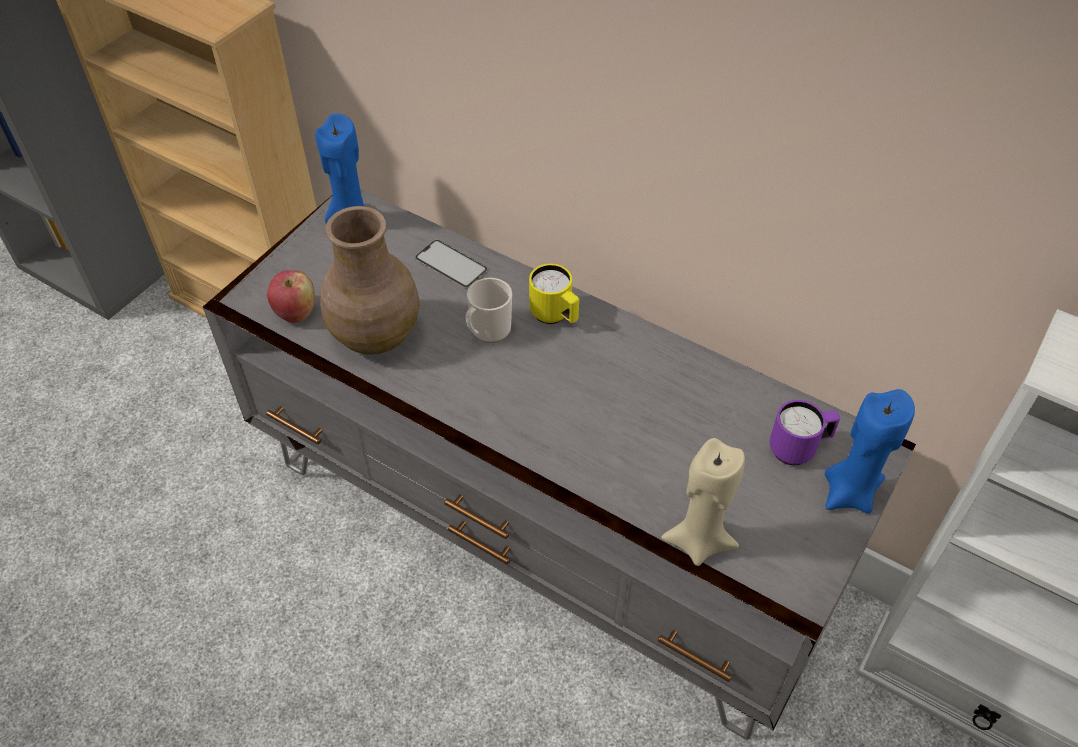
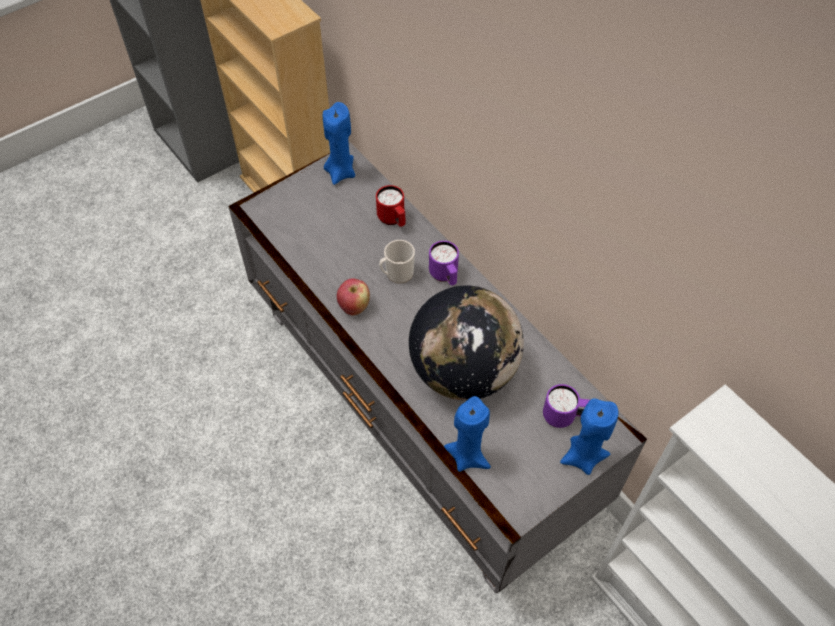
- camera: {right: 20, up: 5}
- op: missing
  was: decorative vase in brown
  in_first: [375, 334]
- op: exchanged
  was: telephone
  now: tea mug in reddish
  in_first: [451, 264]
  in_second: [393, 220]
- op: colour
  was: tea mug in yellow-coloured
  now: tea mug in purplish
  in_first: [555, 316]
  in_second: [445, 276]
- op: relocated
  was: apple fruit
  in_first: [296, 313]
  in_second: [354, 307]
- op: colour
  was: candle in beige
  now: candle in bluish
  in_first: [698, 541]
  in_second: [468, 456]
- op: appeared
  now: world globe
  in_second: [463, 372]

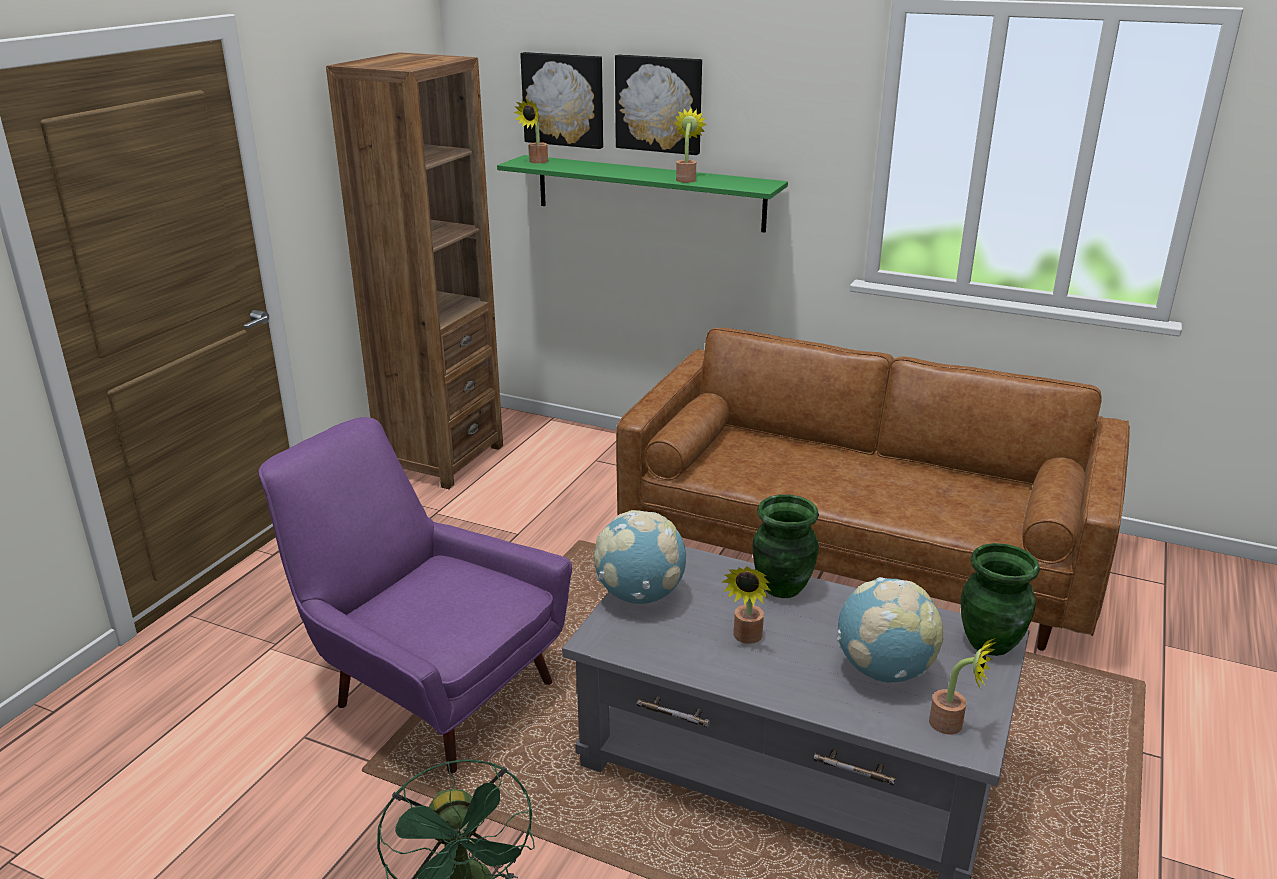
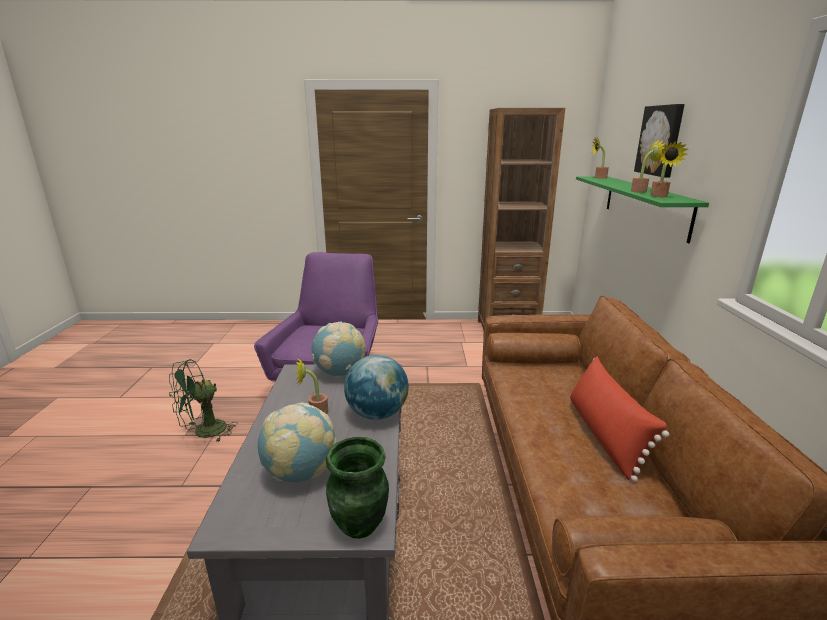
- camera: {right: 65, up: -5}
- op: missing
  was: picture
  in_first: [564, 99]
- op: exchanged
  was: decorative vase in greenish
  now: world globe
  in_first: [781, 587]
  in_second: [377, 413]
- op: relocated
  was: potted plant
  in_first: [953, 725]
  in_second: [660, 196]
- op: appeared
  now: pillow in reddish
  in_second: [604, 435]

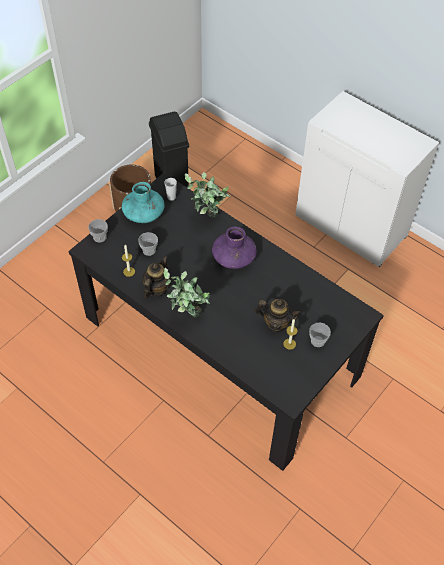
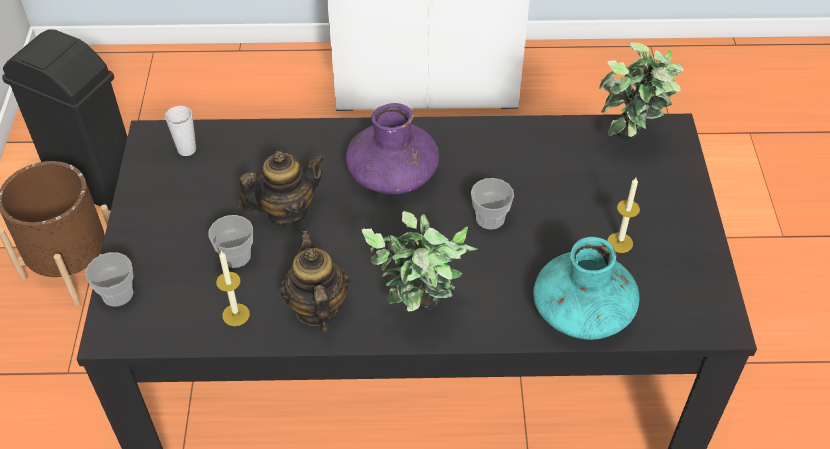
- camera: {right: -40, up: -5}
- op: relocated
  was: potted plant
  in_first: [207, 219]
  in_second: [627, 145]
- op: relocated
  was: decorative vase in blue-green
  in_first: [143, 213]
  in_second: [582, 311]
- op: relocated
  was: pot for tea
  in_first: [276, 323]
  in_second: [286, 211]
- op: relocated
  was: cup
  in_first: [317, 341]
  in_second: [490, 218]

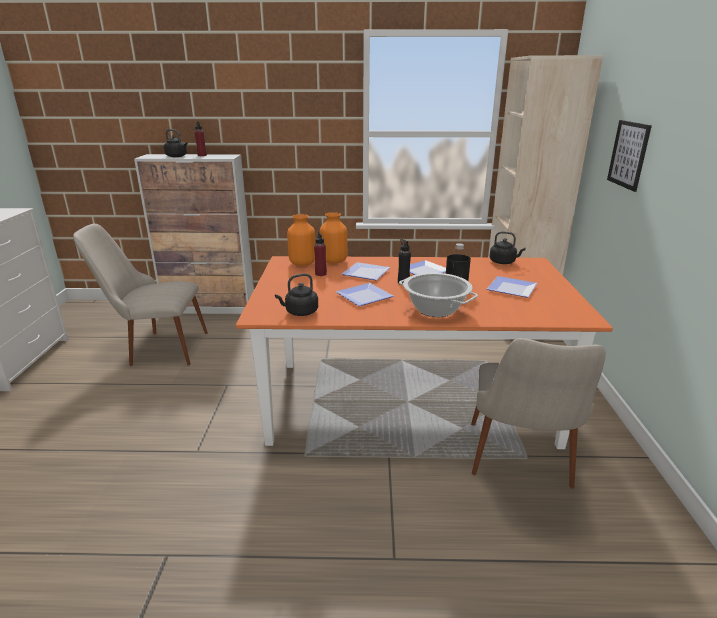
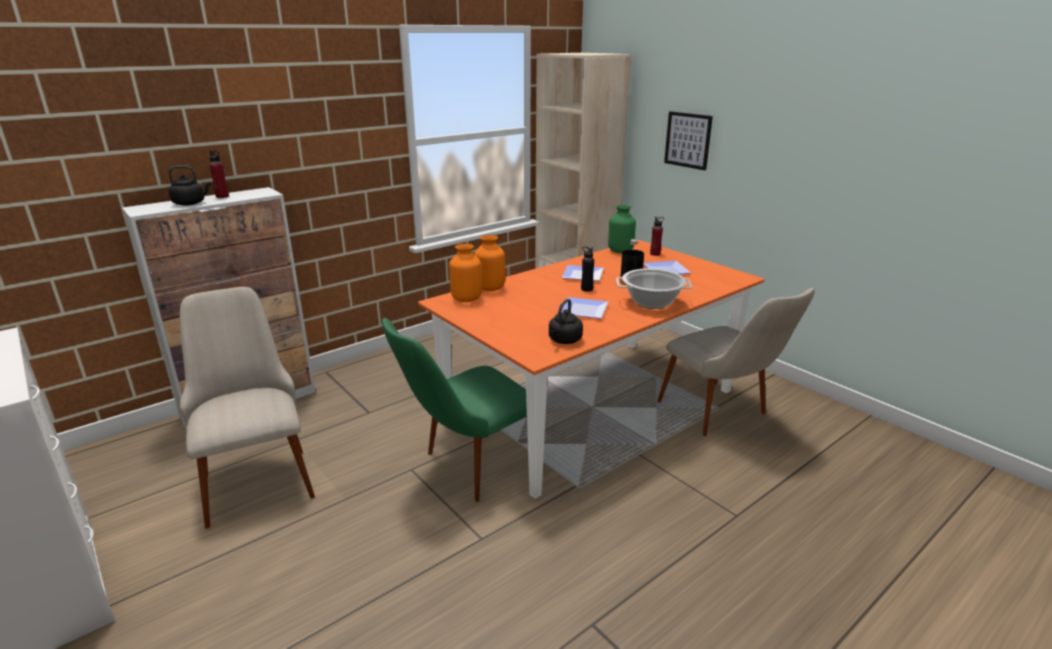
- camera: {right: -40, up: 0}
- op: spun
  was: upright chair in beige
  in_first: [156, 348]
  in_second: [256, 474]
  clockwise: 105
- op: exchanged
  was: tea kettle in blackish
  now: decorative vase in greenish
  in_first: [503, 262]
  in_second: [620, 251]
- op: relocated
  was: drink bottle in reddish
  in_first: [320, 274]
  in_second: [655, 254]
- op: missing
  was: flat dish
  in_first: [365, 273]
- op: appeared
  now: upright chair in greenish
  in_second: [467, 469]

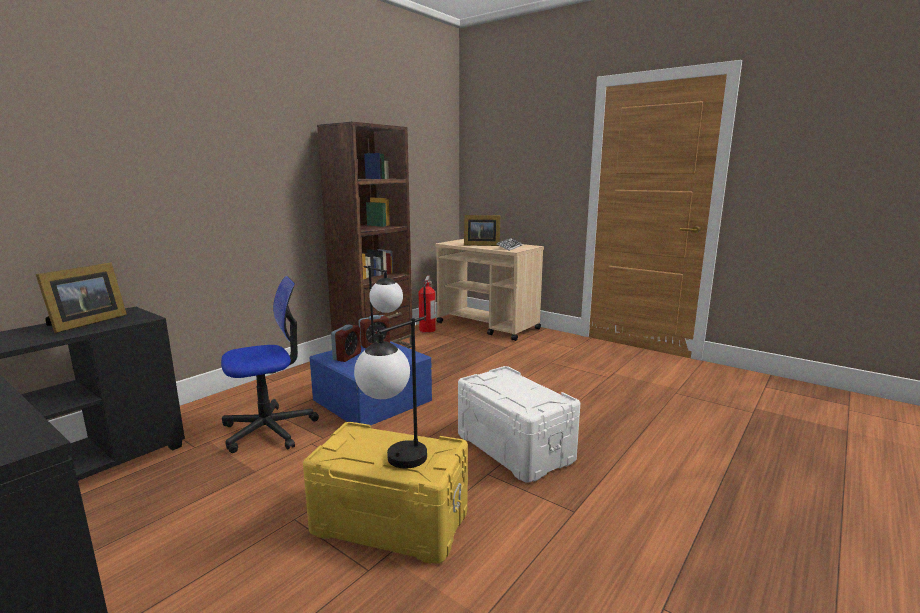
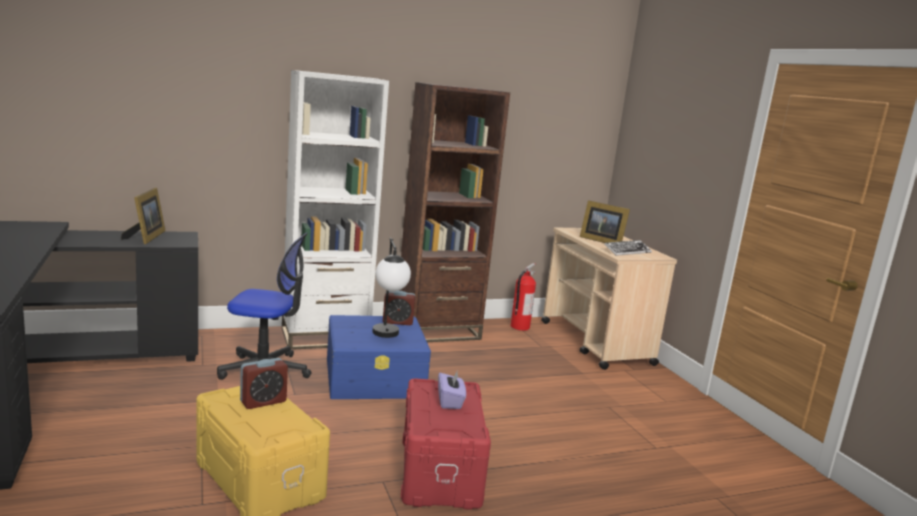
- camera: {right: 30, up: 0}
- op: spun
  was: standing frame
  in_first: [84, 323]
  in_second: [146, 237]
  clockwise: -60
- op: missing
  was: tabletop lamp
  in_first: [395, 464]
- op: relocated
  was: table clock
  in_first: [347, 356]
  in_second: [263, 401]
- op: colour
  was: storage box in white
  now: storage box in reddish
  in_first: [515, 447]
  in_second: [441, 471]
- op: appeared
  now: bookcase in white
  in_second: [325, 337]
- op: appeared
  now: box of tissues in purplish
  in_second: [450, 401]

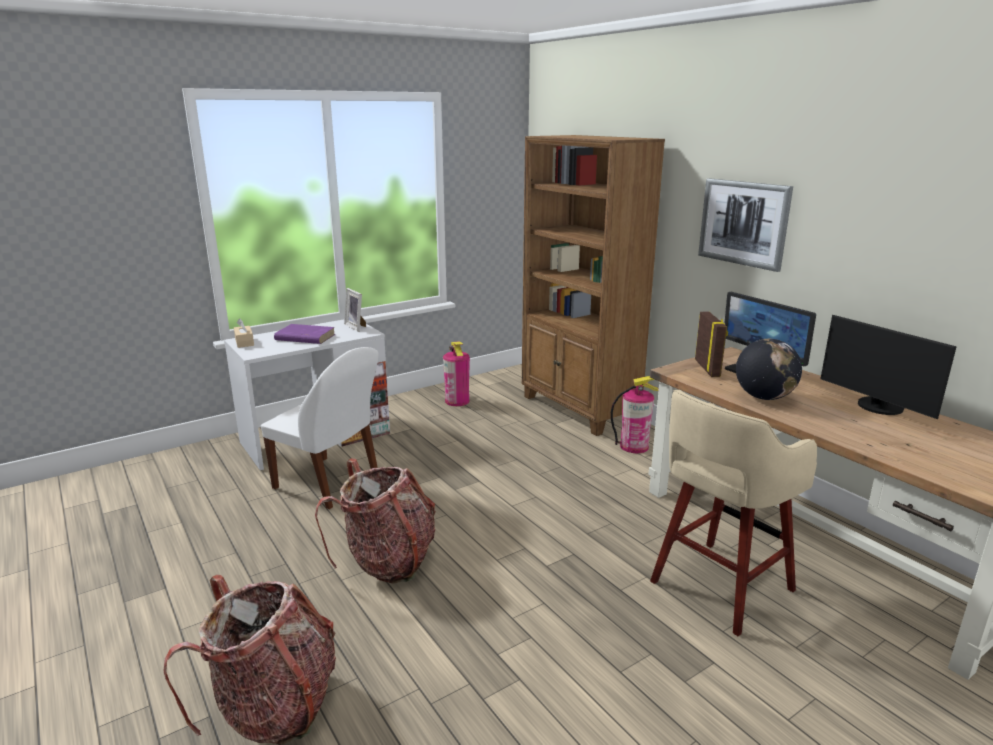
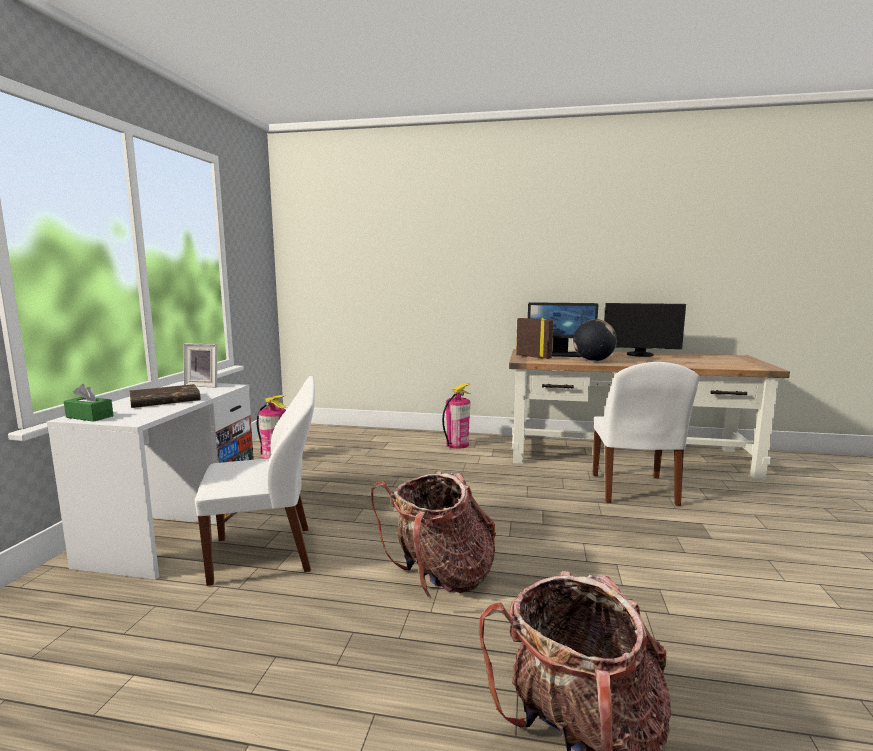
- camera: {right: -45, up: -10}
- op: missing
  was: bookcase in brown
  in_first: [579, 409]
- op: missing
  was: picture
  in_first: [743, 223]
- op: colour
  was: box of tissues in beige
  now: box of tissues in greenish
  in_first: [244, 342]
  in_second: [89, 417]
- op: colour
  was: bound book in purplish
  now: bound book in brown
  in_first: [304, 337]
  in_second: [164, 400]
- op: exchanged
  was: stool seat in beige
  now: upright chair in white
  in_first: [718, 587]
  in_second: [633, 491]

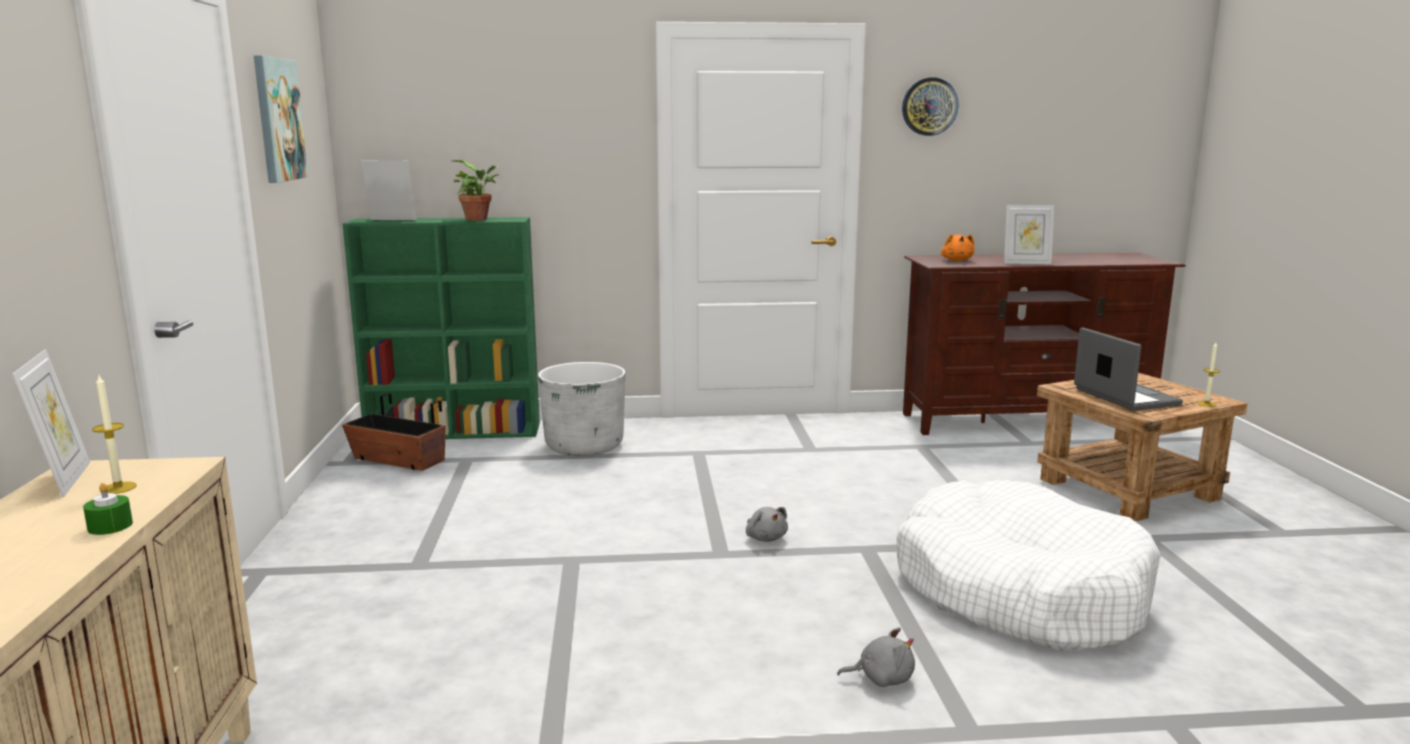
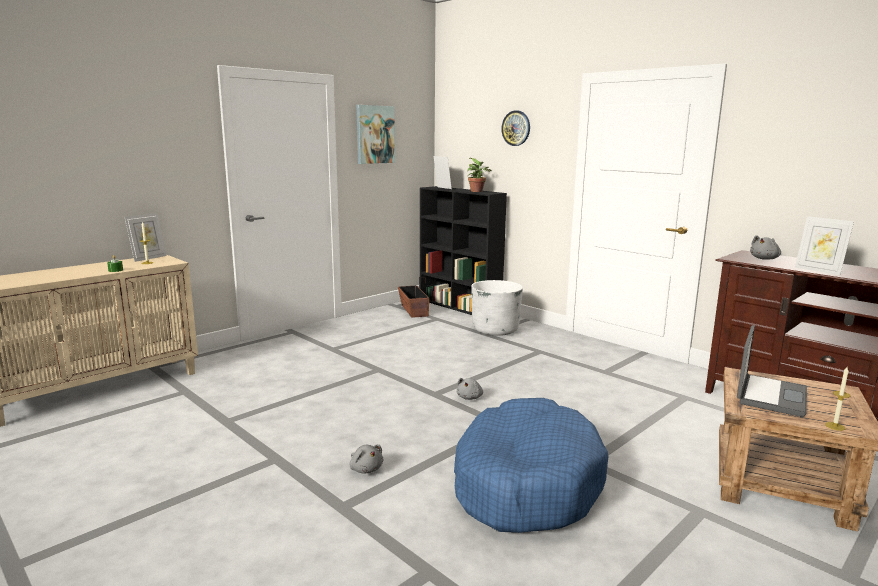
- camera: {right: 50, up: 0}
- op: relocated
  was: clock on the wall
  in_first: [929, 106]
  in_second: [516, 128]
- op: colour
  was: bookcase in greenish
  now: bookcase in blackish
  in_first: [456, 431]
  in_second: [460, 306]
- op: colour
  was: cuddly toy in orangey
  now: cuddly toy in gray
  in_first: [957, 260]
  in_second: [764, 259]
- op: colour
  was: pet bed in white
  now: pet bed in bluish
  in_first: [1019, 591]
  in_second: [525, 482]

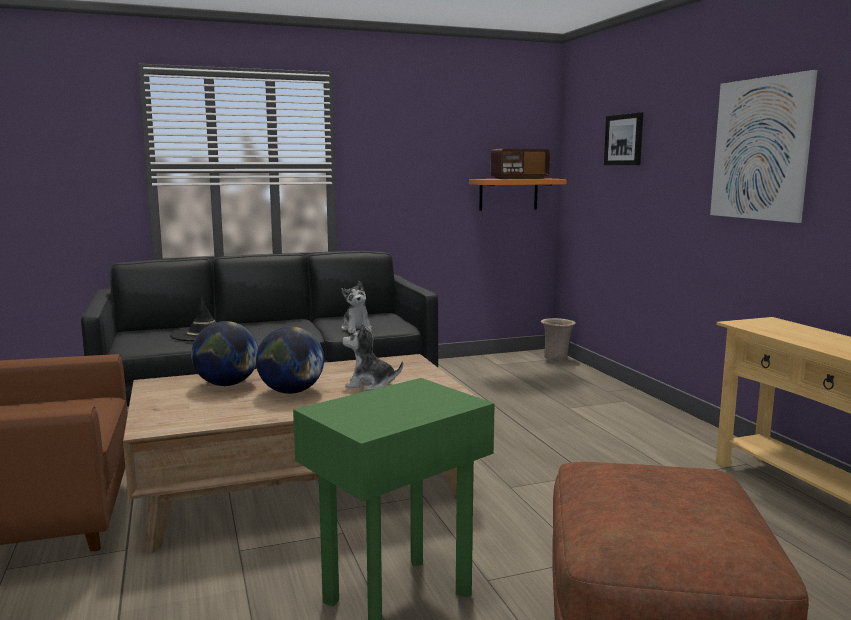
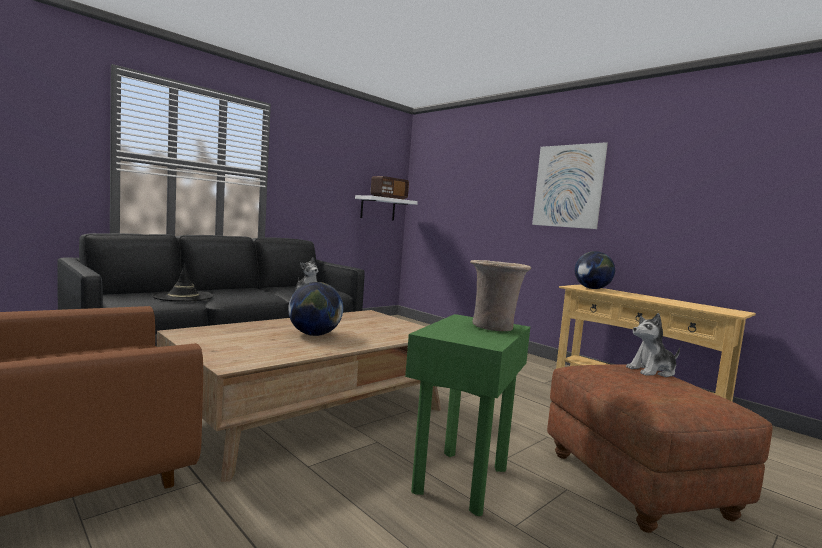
- camera: {right: -25, up: -5}
- op: missing
  was: picture
  in_first: [624, 139]
- op: colour
  was: bracket shelf in orangey
  now: bracket shelf in white
  in_first: [508, 194]
  in_second: [378, 208]
- op: relocated
  was: decorative vase in beige
  in_first: [556, 358]
  in_second: [493, 327]
- op: relocated
  was: world globe
  in_first: [227, 384]
  in_second: [592, 288]
- op: relocated
  was: cuddly toy
  in_first: [370, 385]
  in_second: [652, 371]

